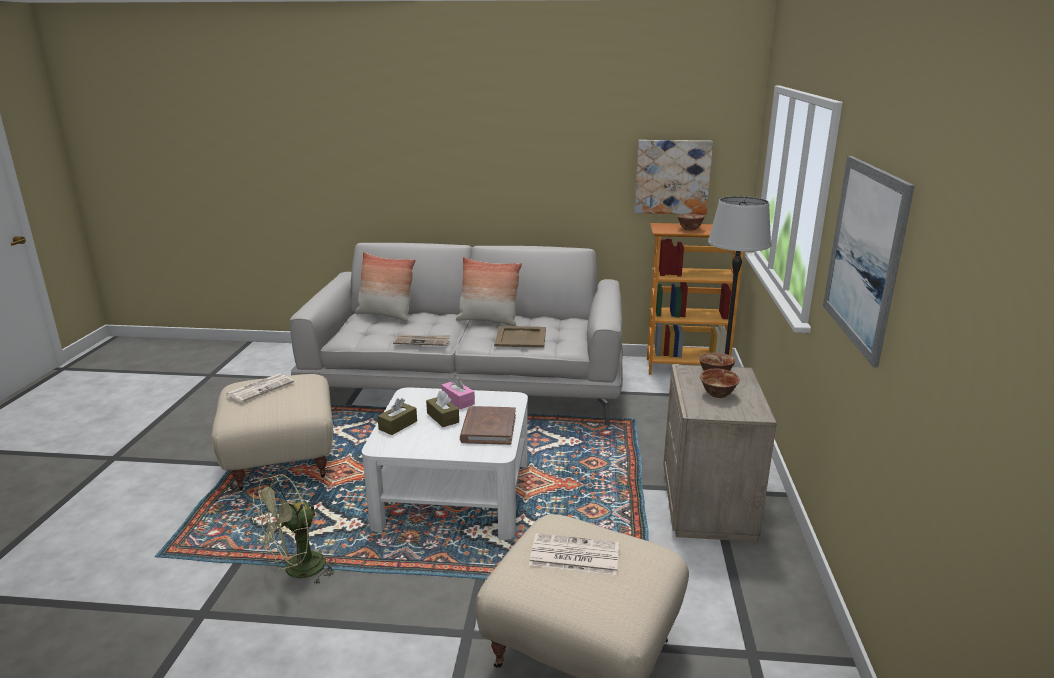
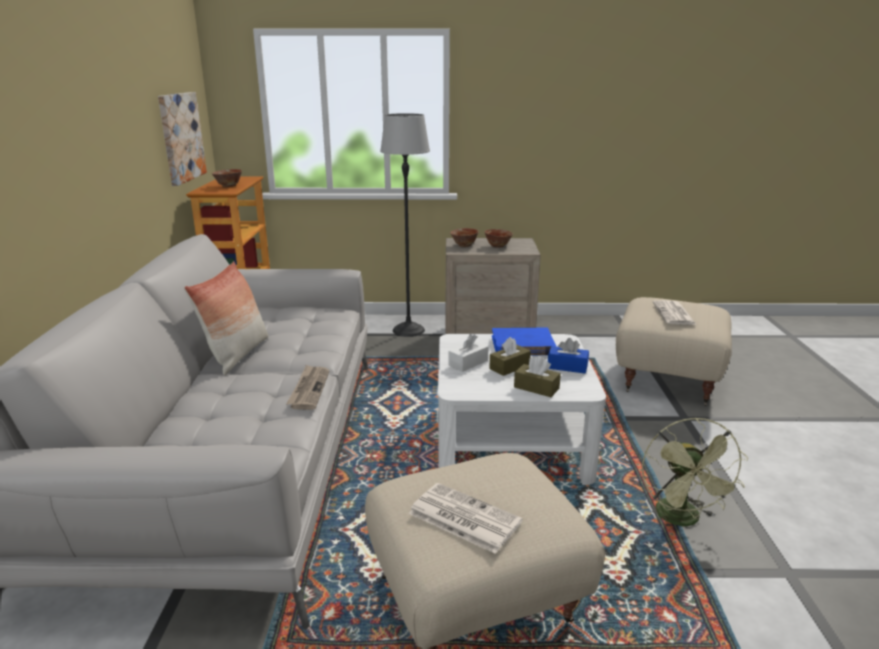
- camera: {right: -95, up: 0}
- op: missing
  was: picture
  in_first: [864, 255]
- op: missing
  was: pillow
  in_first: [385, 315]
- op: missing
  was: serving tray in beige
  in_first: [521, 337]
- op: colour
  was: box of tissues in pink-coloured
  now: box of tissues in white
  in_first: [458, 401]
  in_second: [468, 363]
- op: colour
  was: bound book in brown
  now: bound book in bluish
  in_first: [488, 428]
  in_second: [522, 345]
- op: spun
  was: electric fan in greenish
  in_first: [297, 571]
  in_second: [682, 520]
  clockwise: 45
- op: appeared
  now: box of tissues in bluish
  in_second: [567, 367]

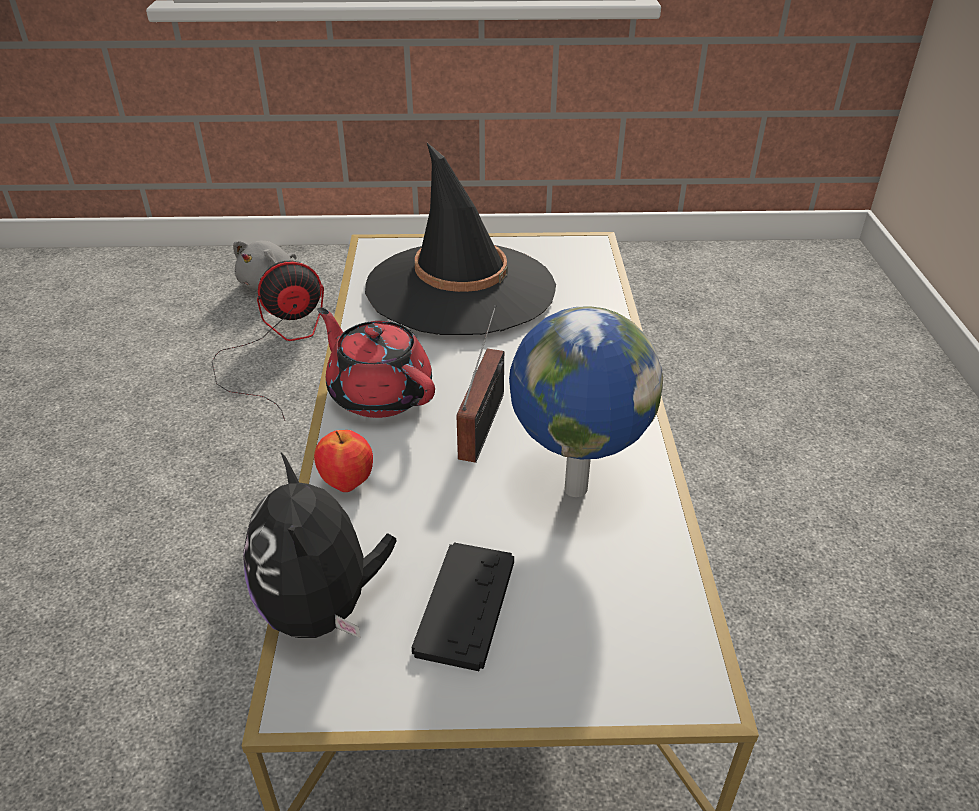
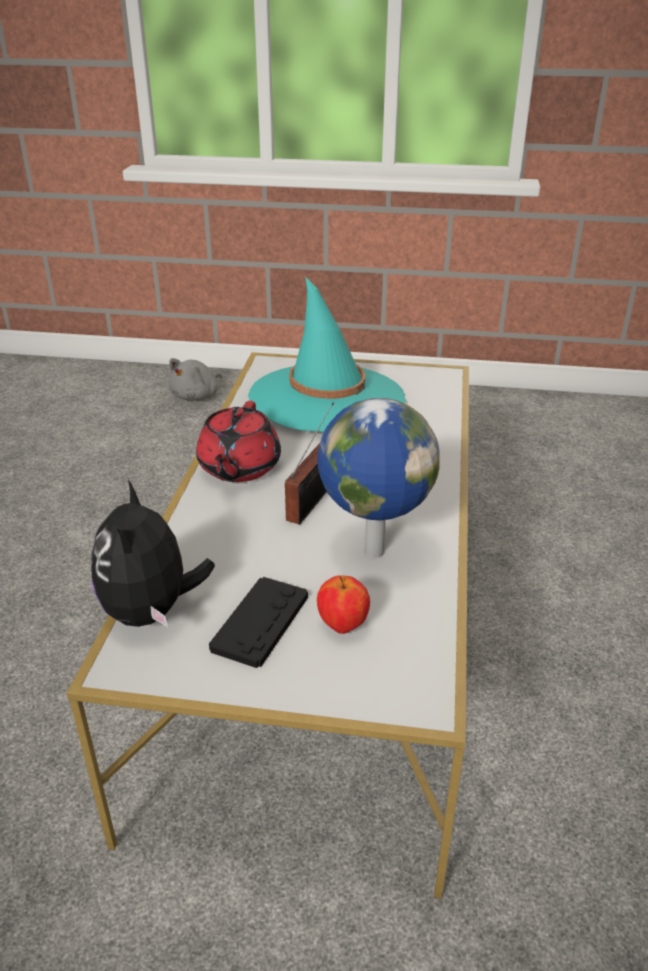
- camera: {right: 10, up: -5}
- op: colour
  was: clothing hat in blackish
  now: clothing hat in blue-green
  in_first: [460, 288]
  in_second: [327, 398]
- op: missing
  was: electric fan
  in_first: [278, 345]
- op: spun
  was: pot for tea in reddish
  in_first: [379, 393]
  in_second: [238, 468]
  clockwise: -135
- op: relocated
  was: apple fruit
  in_first: [347, 483]
  in_second: [343, 625]

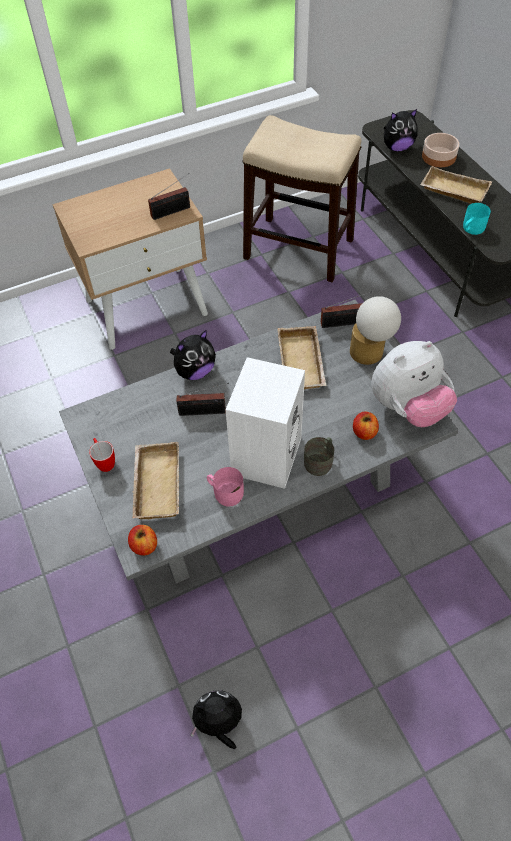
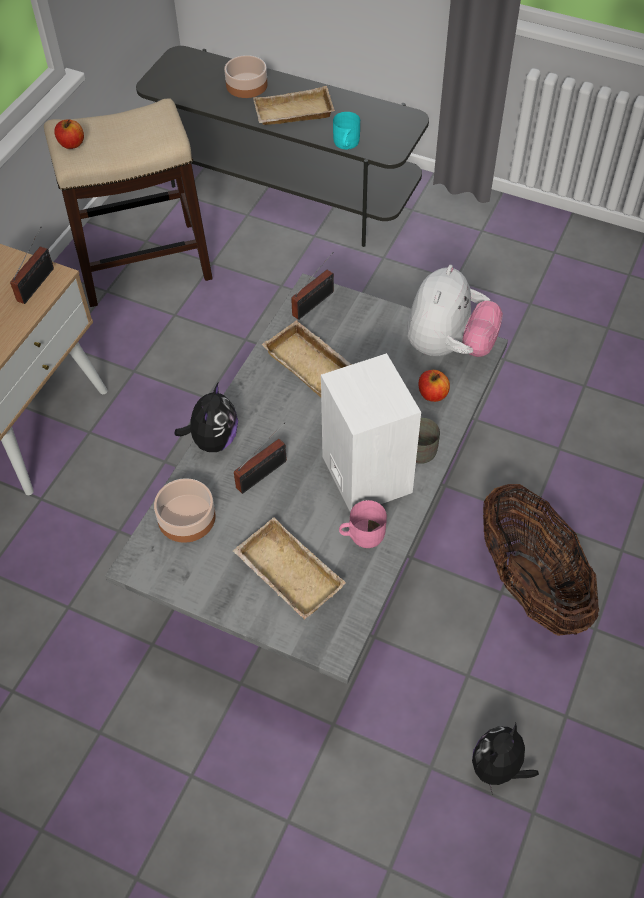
- camera: {right: -40, up: 0}
- op: missing
  was: cuddly toy
  in_first: [397, 148]
- op: missing
  was: tabletop lamp
  in_first: [370, 355]
- op: missing
  was: tea mug
  in_first: [104, 462]
- op: relocated
  was: apple fruit
  in_first: [144, 546]
  in_second: [71, 144]
- op: appeared
  now: deep dish
  in_second: [185, 518]
- op: appeared
  now: basket
  in_second: [530, 584]

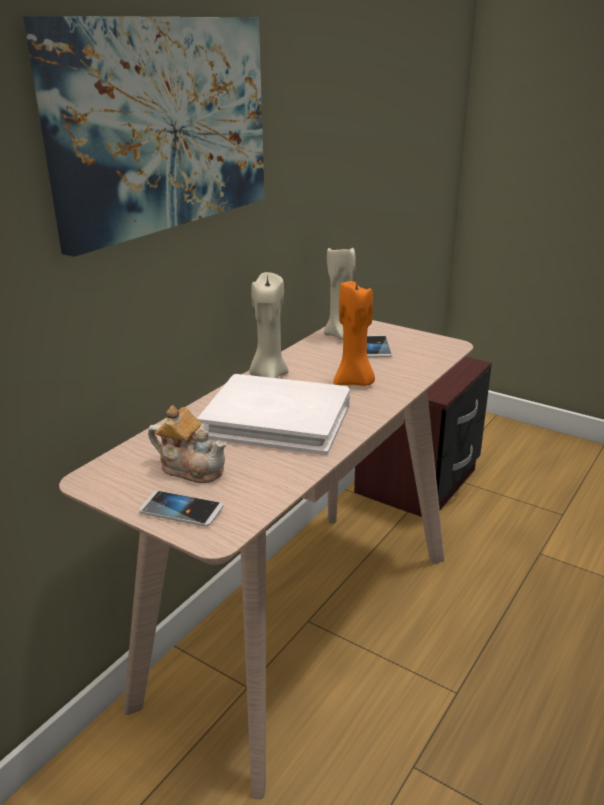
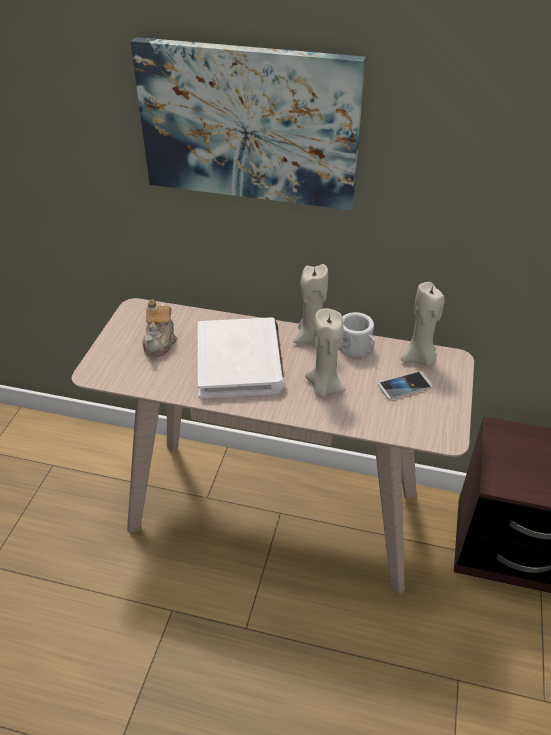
- camera: {right: 70, up: 15}
- op: colour
  was: candle in orangey
  now: candle in beige
  in_first: [355, 382]
  in_second: [324, 388]
- op: missing
  was: telephone
  in_first: [181, 510]
- op: appeared
  now: tea mug in white
  in_second: [357, 349]

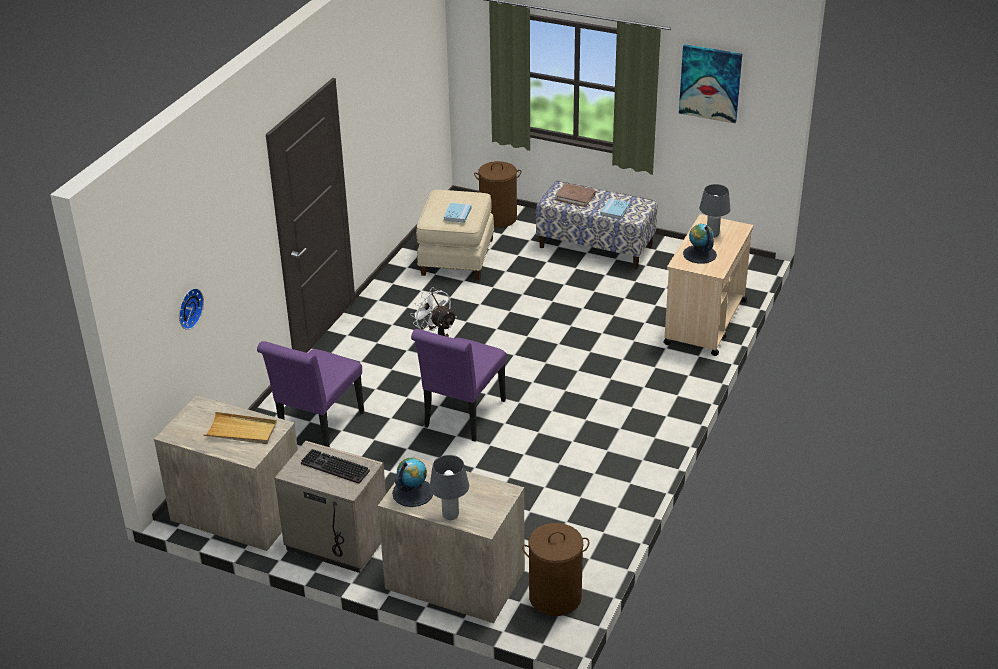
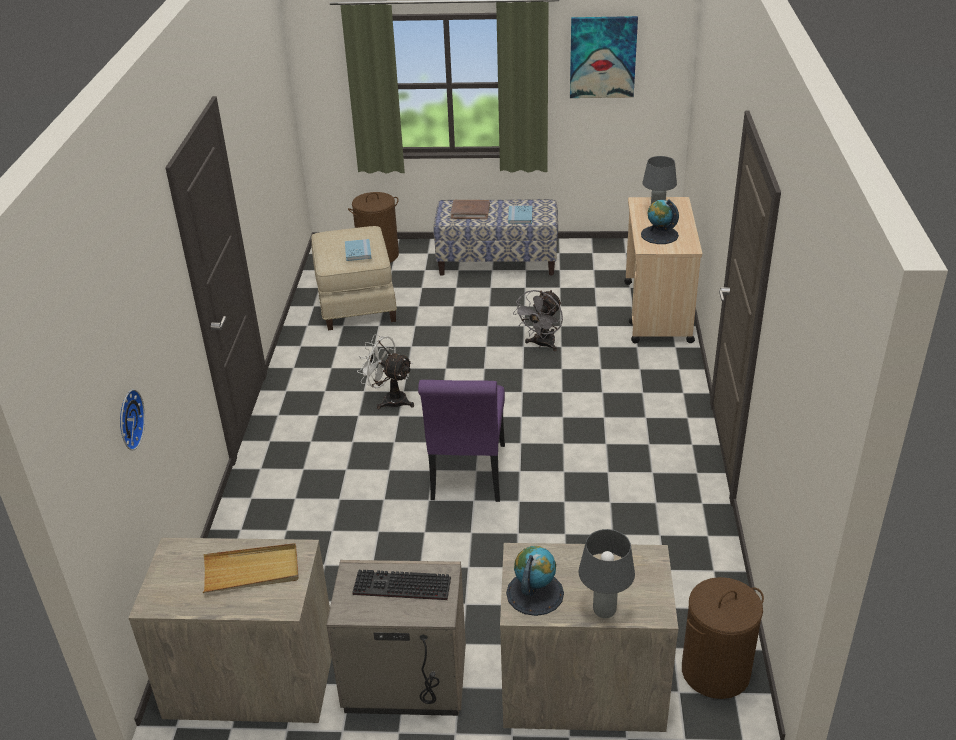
- camera: {right: -20, up: 0}
- op: missing
  was: upright chair in purplish
  in_first: [318, 429]
- op: appeared
  now: electric fan in gray
  in_second: [541, 345]

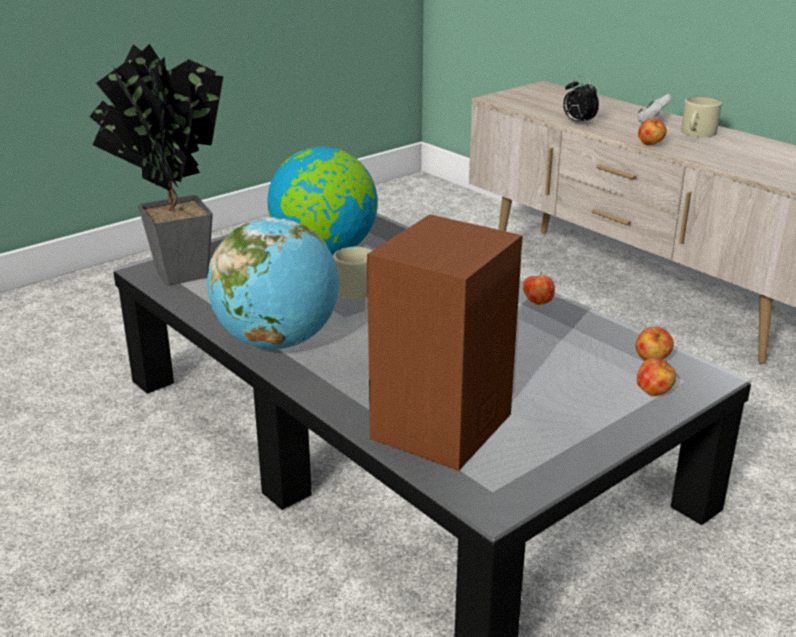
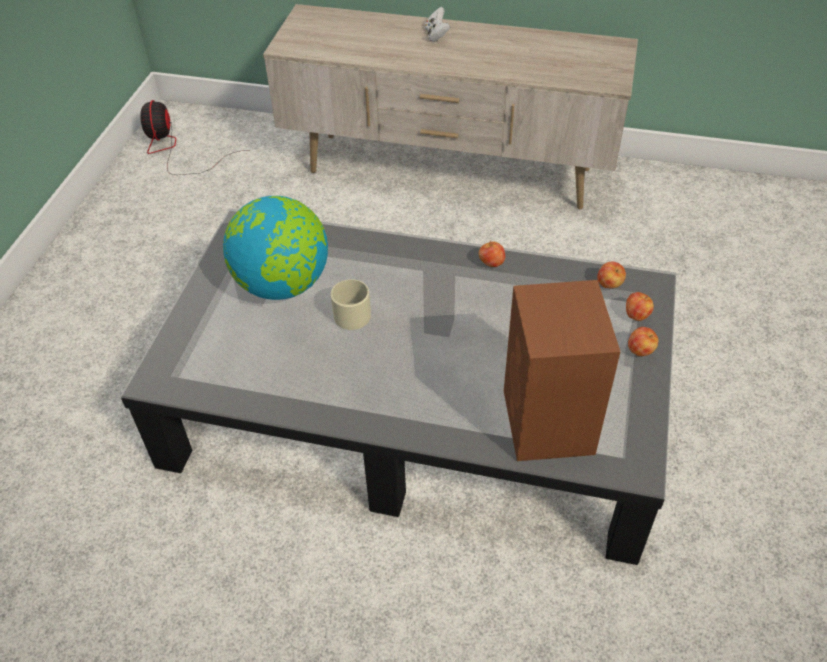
- camera: {right: -35, up: 20}
- op: missing
  was: potted plant
  in_first: [172, 273]
- op: missing
  was: table clock
  in_first: [578, 122]
- op: missing
  was: tea mug in beige
  in_first: [697, 133]
- op: relocated
  was: apple fruit
  in_first: [650, 144]
  in_second: [640, 351]
- op: missing
  was: world globe
  in_first: [278, 342]
- op: appeared
  now: electric fan
  in_second: [175, 150]

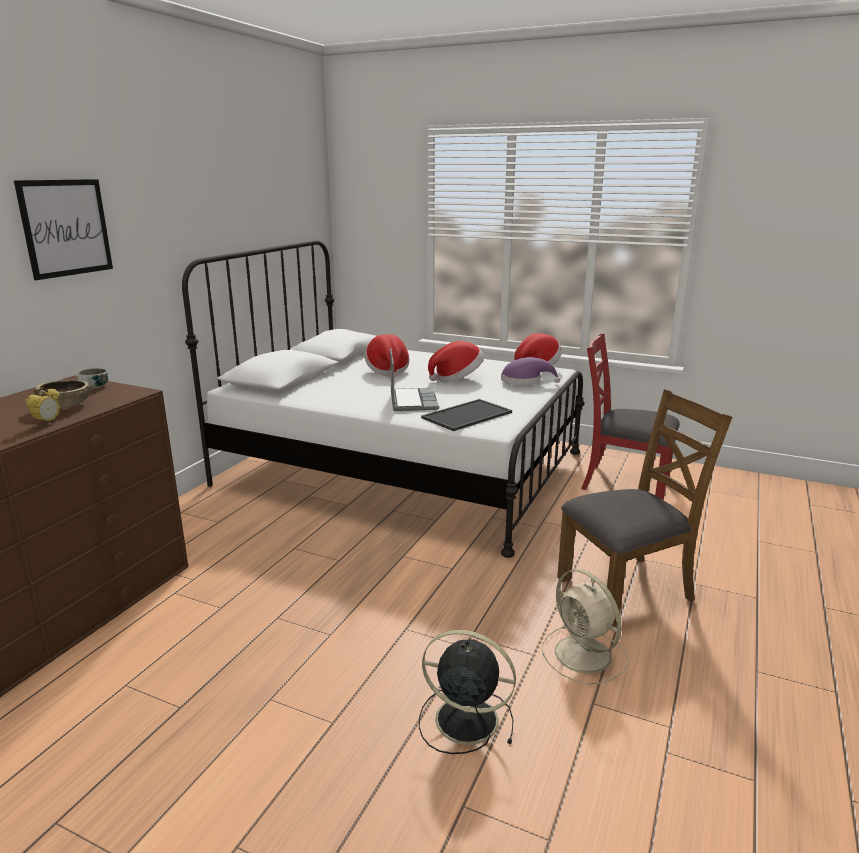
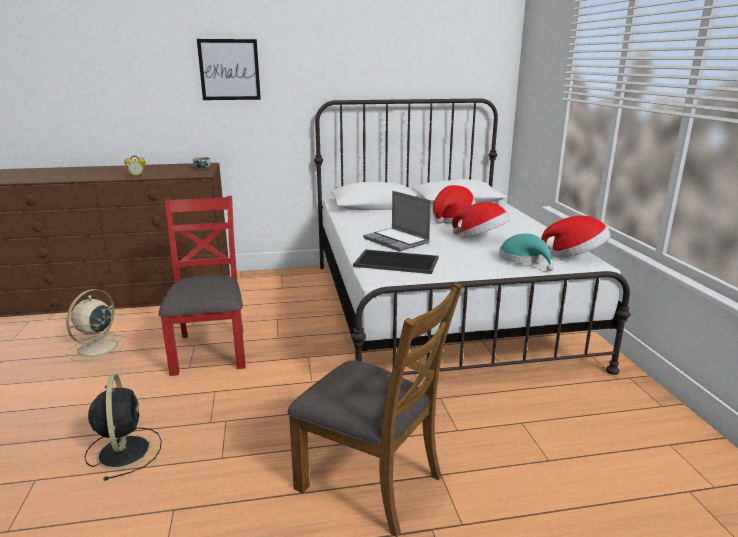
- camera: {right: 55, up: 0}
- op: relocated
  was: upright chair in reddish
  in_first: [624, 483]
  in_second: [211, 350]
- op: spun
  was: laptop
  in_first: [412, 401]
  in_second: [397, 241]
  clockwise: 90
- op: colour
  was: clothing hat in purplish
  now: clothing hat in blue-green
  in_first: [524, 381]
  in_second: [524, 259]
- op: missing
  was: deep dish in brown
  in_first: [66, 406]
- op: relocated
  was: electric fan in beige
  in_first: [584, 656]
  in_second: [96, 348]

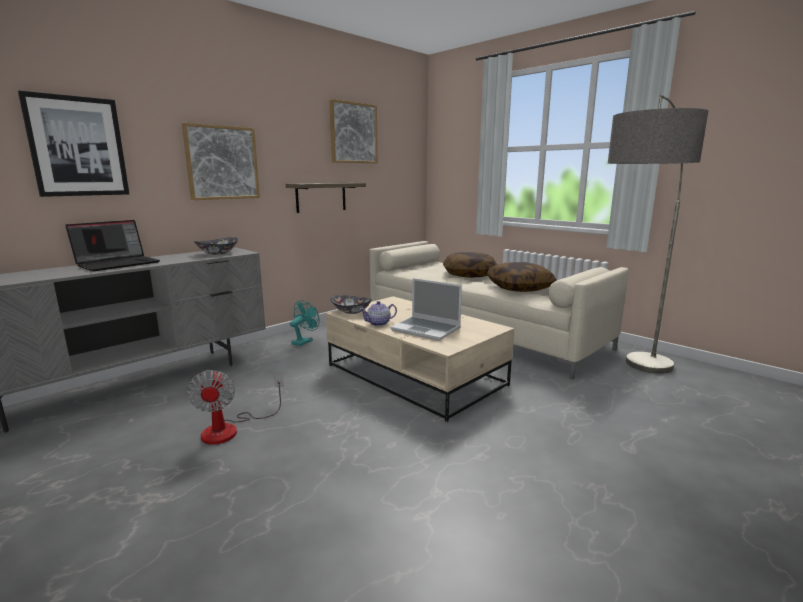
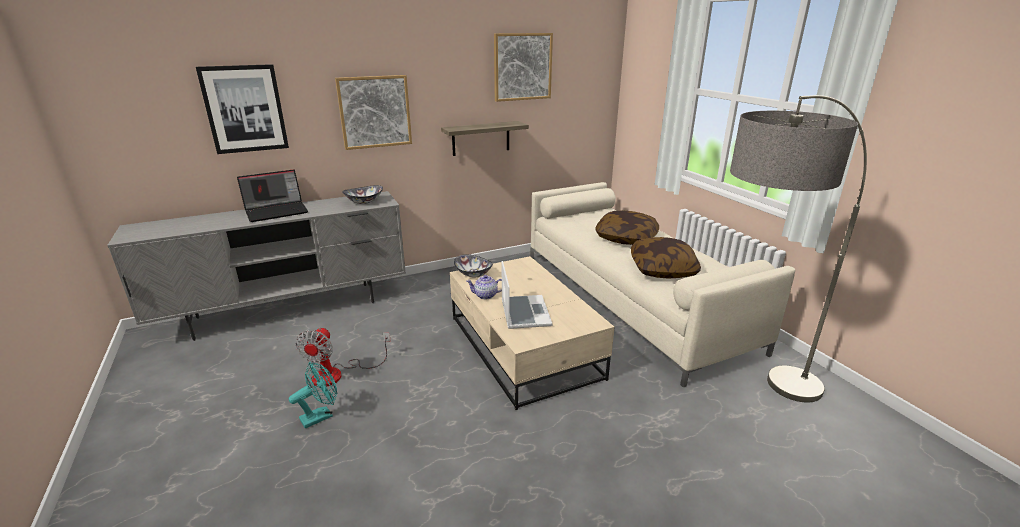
- camera: {right: 20, up: 10}
- op: spun
  was: laptop
  in_first: [427, 329]
  in_second: [524, 313]
  clockwise: -150
- op: relocated
  was: electric fan in blue-green
  in_first: [304, 341]
  in_second: [321, 416]

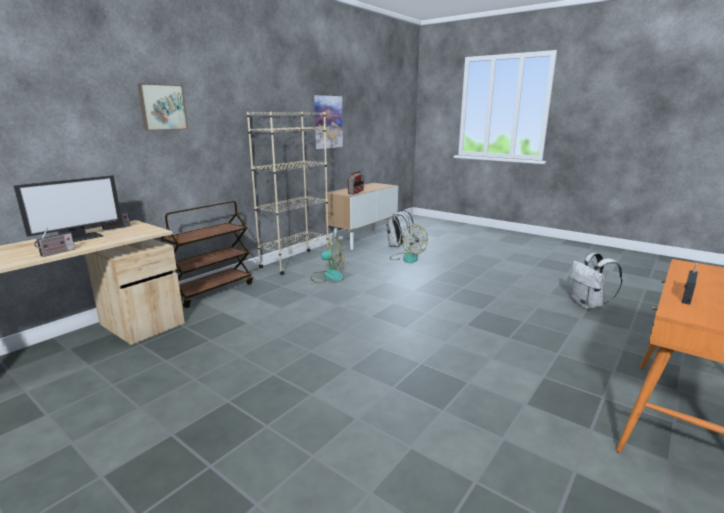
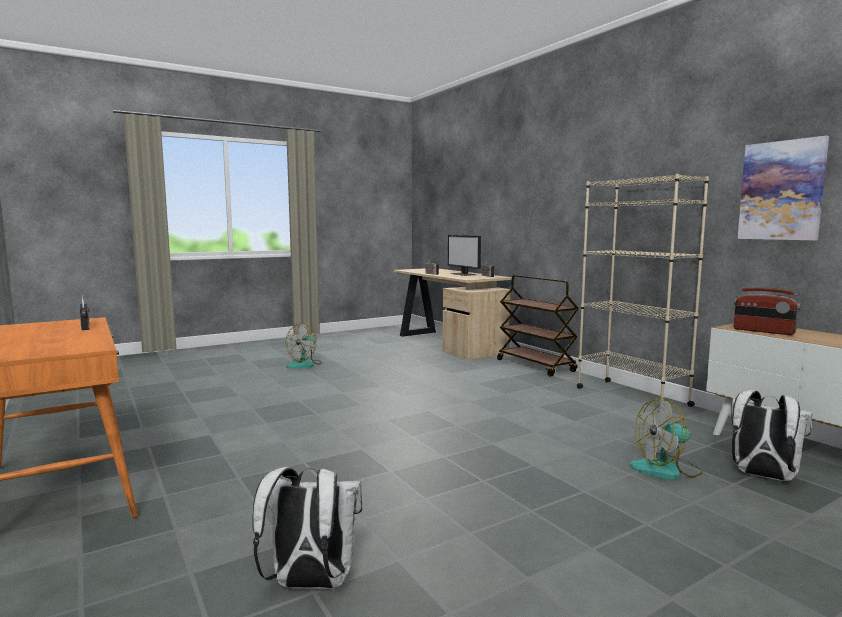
- camera: {right: 110, up: -10}
- op: missing
  was: picture
  in_first: [162, 107]
- op: relocated
  was: electric fan
  in_first: [328, 276]
  in_second: [305, 364]

